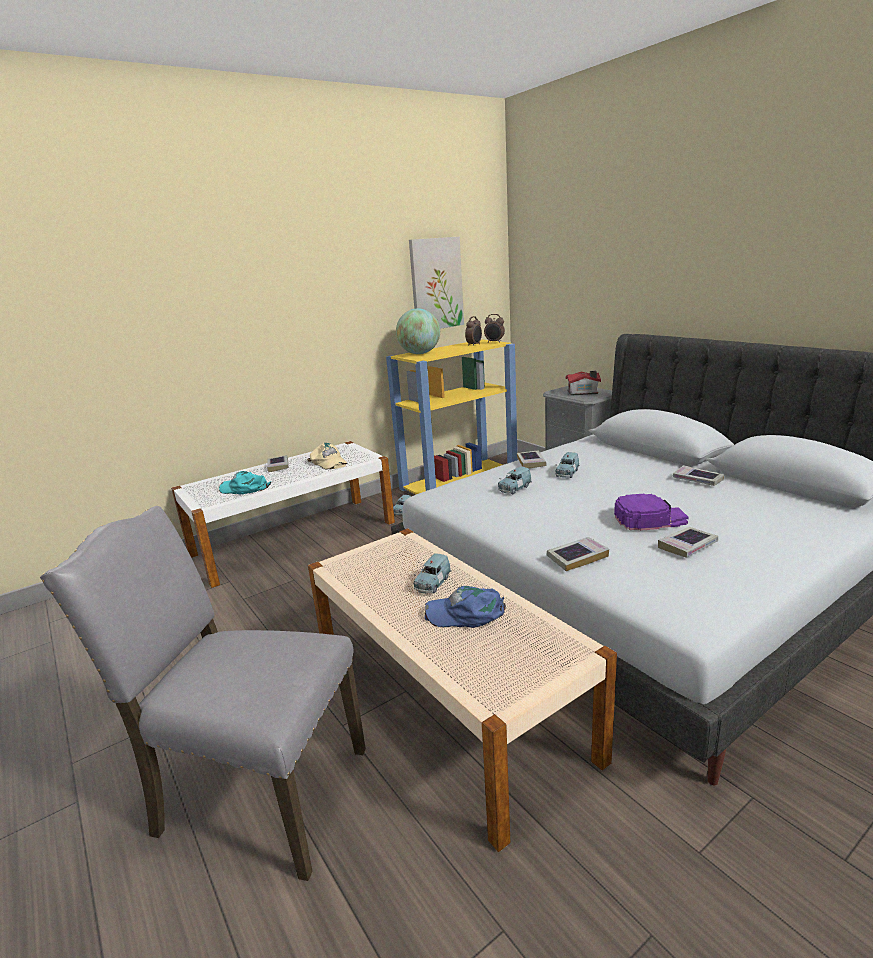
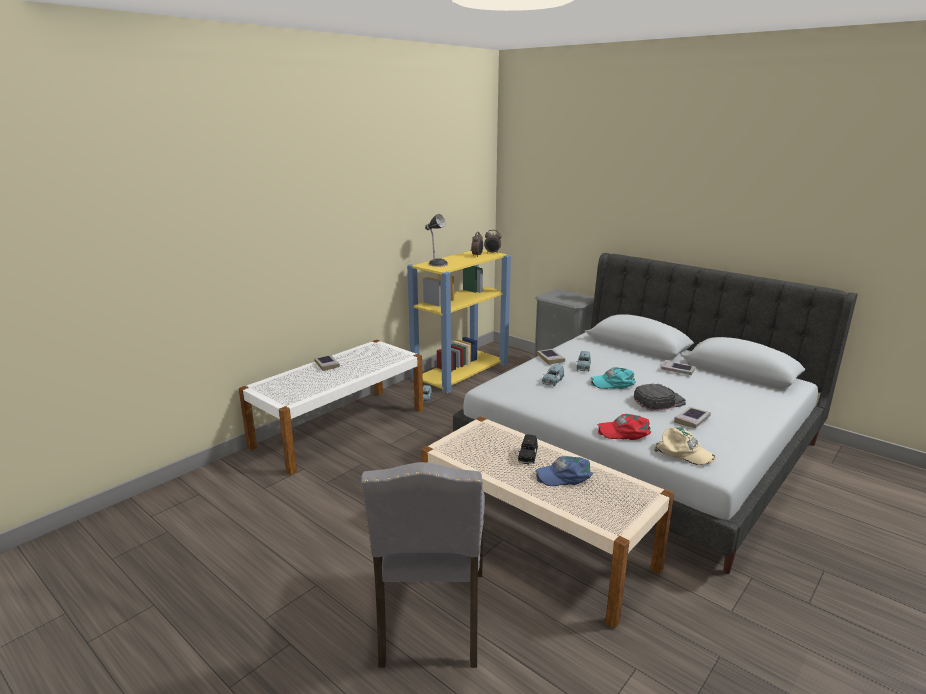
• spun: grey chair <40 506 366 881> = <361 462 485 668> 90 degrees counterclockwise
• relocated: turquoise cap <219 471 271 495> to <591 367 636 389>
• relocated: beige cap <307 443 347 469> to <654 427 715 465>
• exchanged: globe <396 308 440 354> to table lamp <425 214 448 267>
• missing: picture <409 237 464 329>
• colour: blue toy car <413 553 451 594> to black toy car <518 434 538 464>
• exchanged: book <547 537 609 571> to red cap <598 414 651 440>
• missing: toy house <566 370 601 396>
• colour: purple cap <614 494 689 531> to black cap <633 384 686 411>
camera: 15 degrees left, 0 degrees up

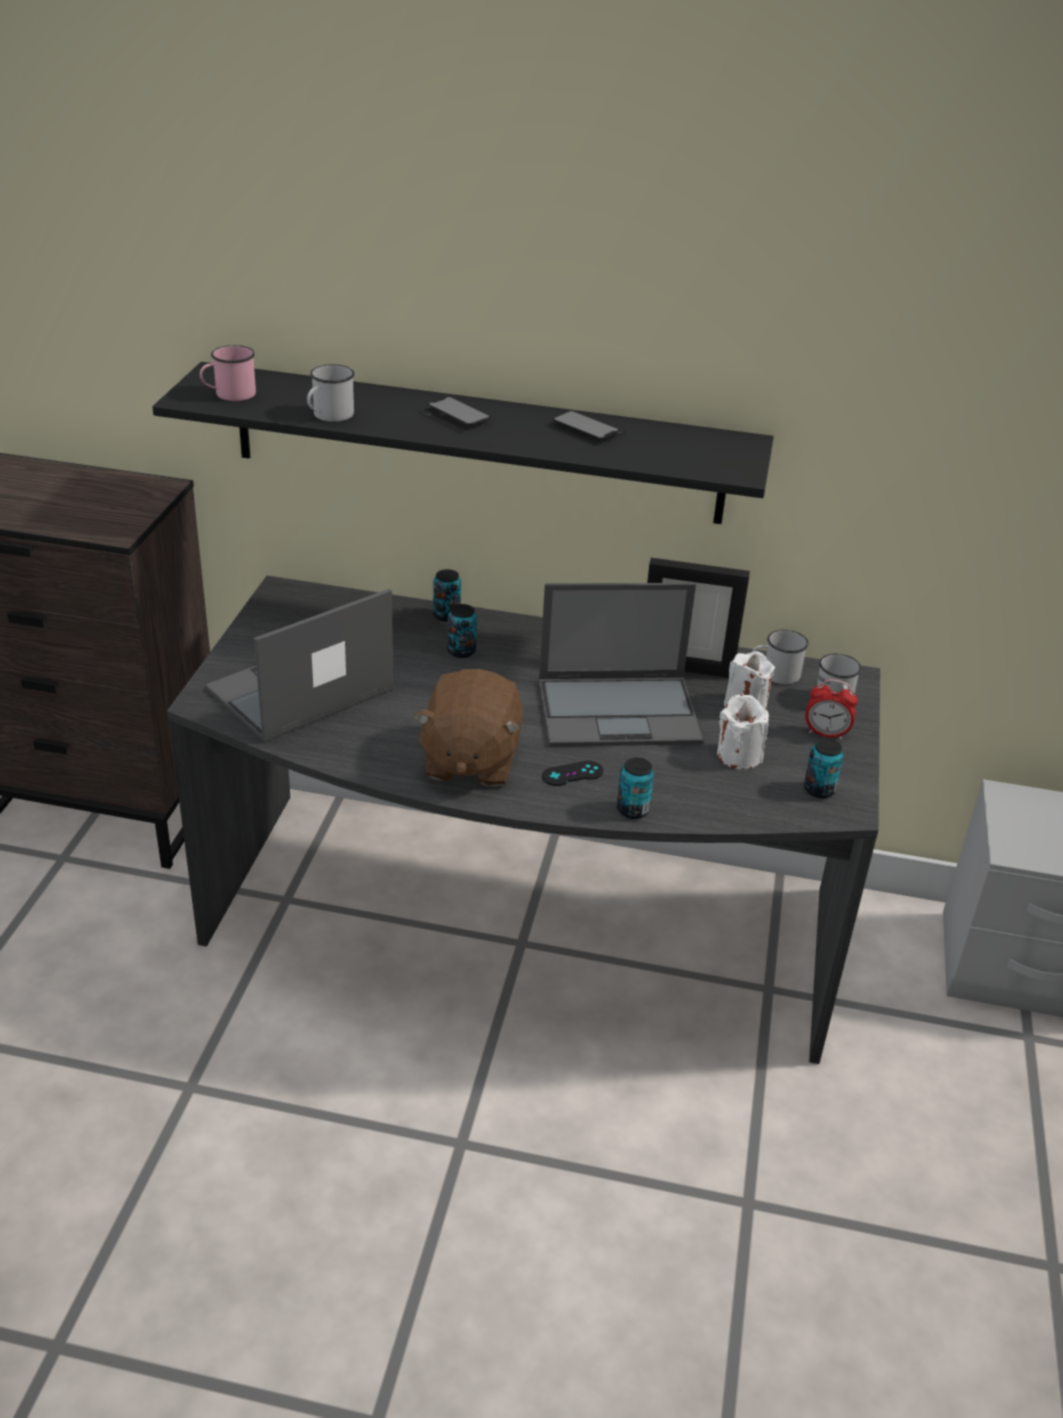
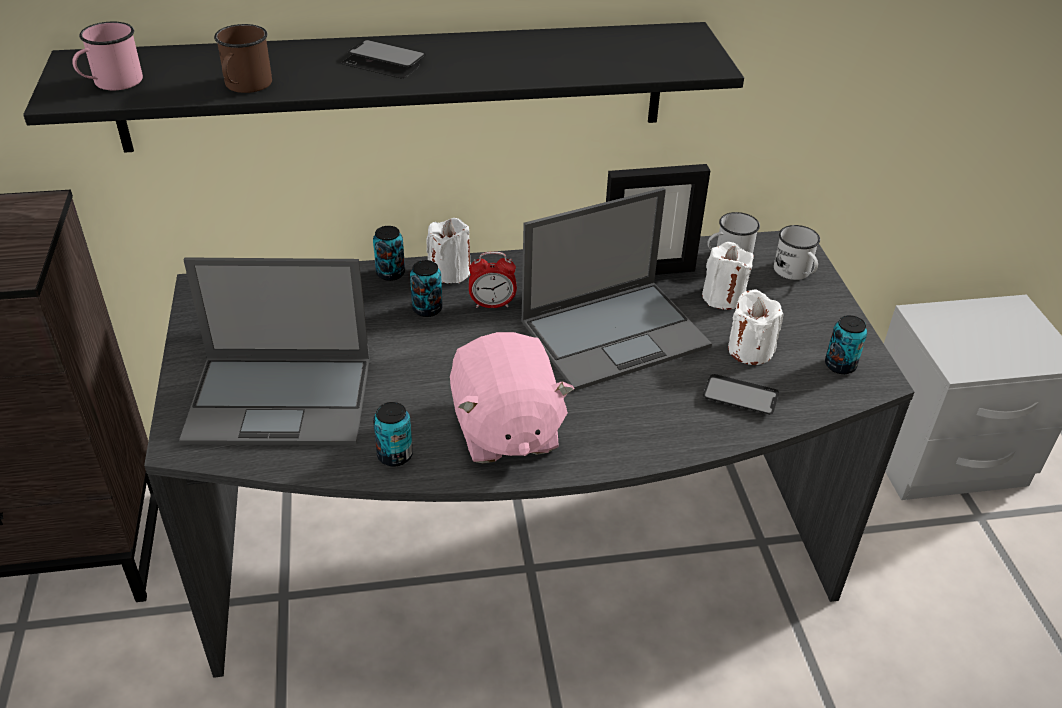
• spun: laptop <205 589 393 742> = <179 257 370 445> 120 degrees counterclockwise
• colour: white mug <307 364 355 422> to brown mug <214 24 272 93>
• colour: brown plush toy <413 669 523 787> to pink plush toy <450 332 575 464>
• missing: black game controller <542 761 603 786>
• relocated: phone <552 411 626 442> to <703 374 779 415>
• relocated: can <617 757 654 819> to <373 402 413 467>
• relocated: alarm clock <805 679 858 740> to <469 252 517 308>
• appeared: white candle <427 218 470 283>
camera: 20 degrees left, 5 degrees up

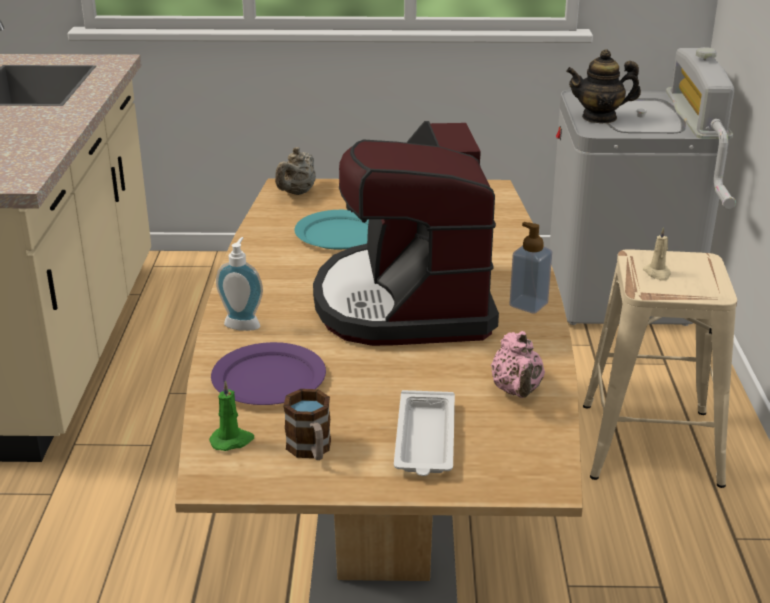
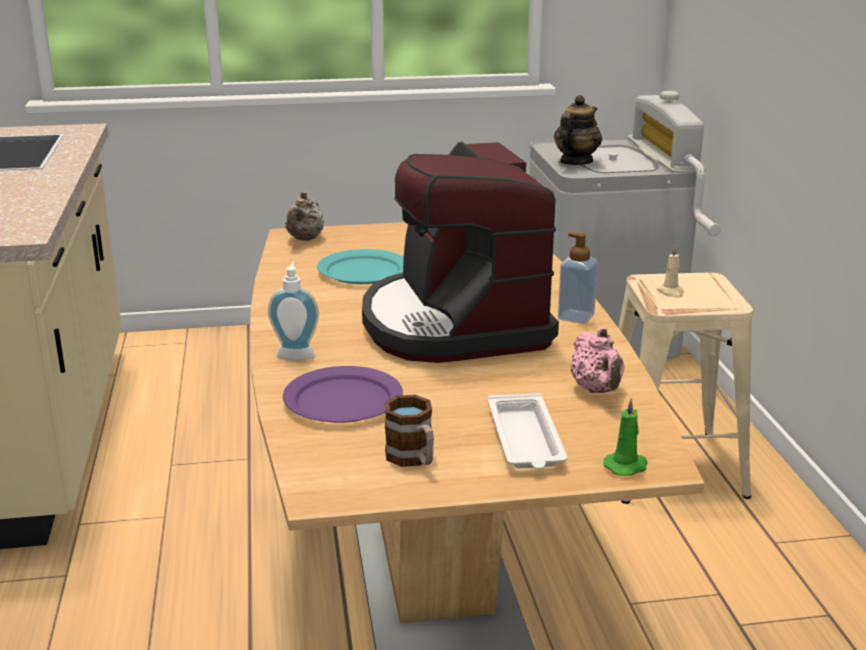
• relocated: green candle <209 380 254 451> to <603 398 648 476>
• spun: teapot <566 49 641 123> = <554 95 602 165> 135 degrees clockwise
camera: 10 degrees left, 5 degrees down

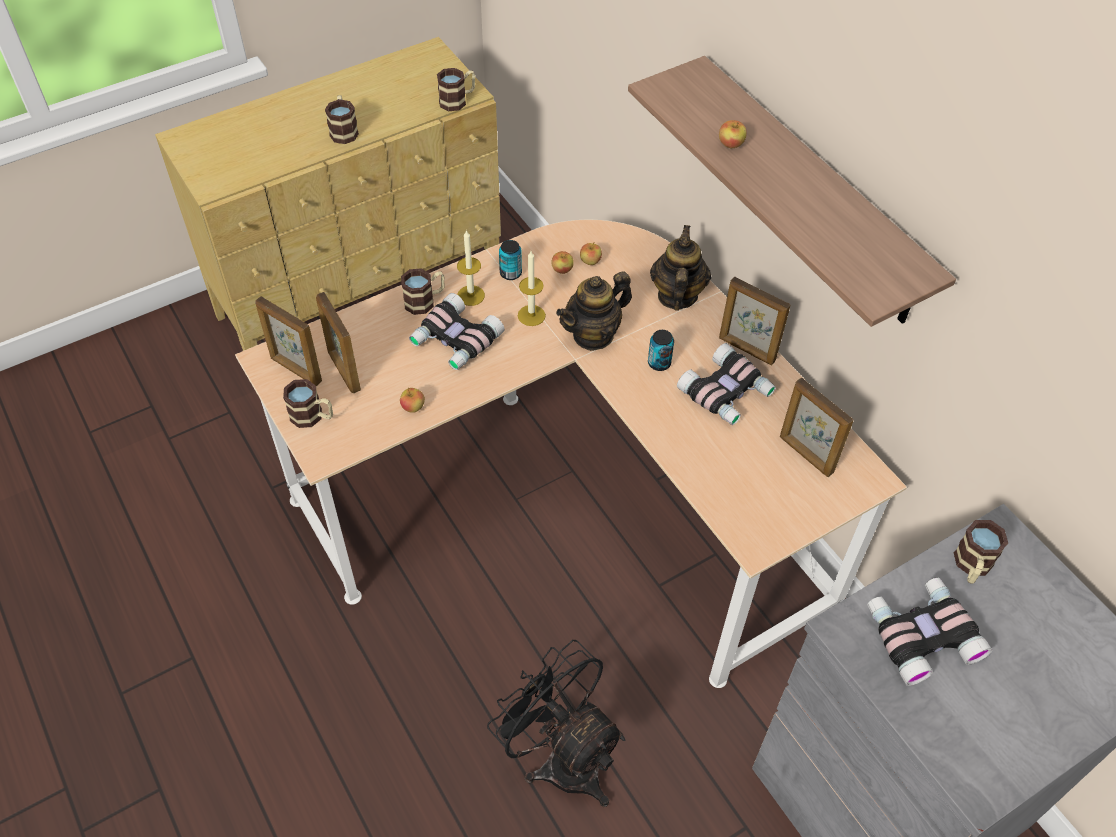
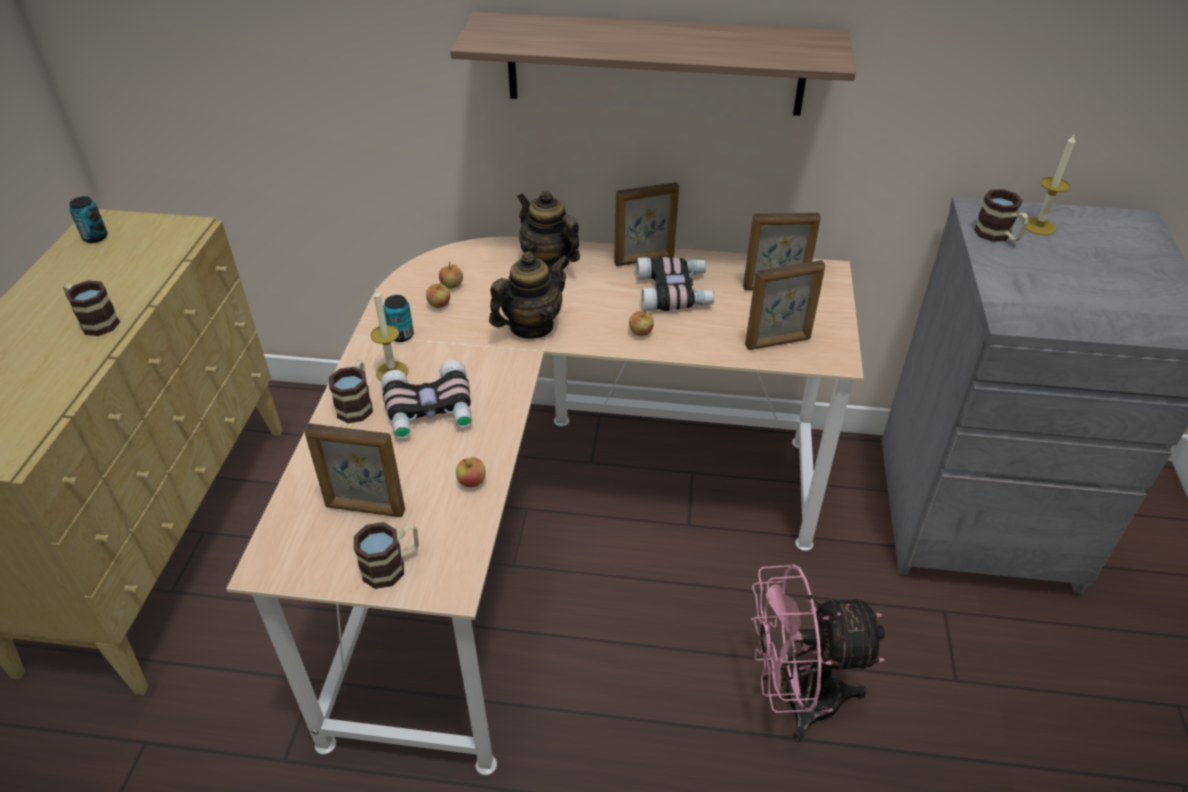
• relocated: picture frame <255 296 322 386> to <745 260 825 350>
• missing: mug <437 68 475 111>
• colour: black fan <487 640 626 807> to pink fan <751 564 885 742>
• relocated: candle <518 251 546 326> to <1023 133 1075 235>
• spun: teapot <556 271 632 351> = <489 252 569 339> 135 degrees counterclockwise
• relocated: can <648 330 674 371> to <69 196 108 243>
• relocated: apple <719 120 747 148> to <629 311 654 336>
• missing: binoculars <867 577 993 686>
camera: 50 degrees left, 10 degrees down

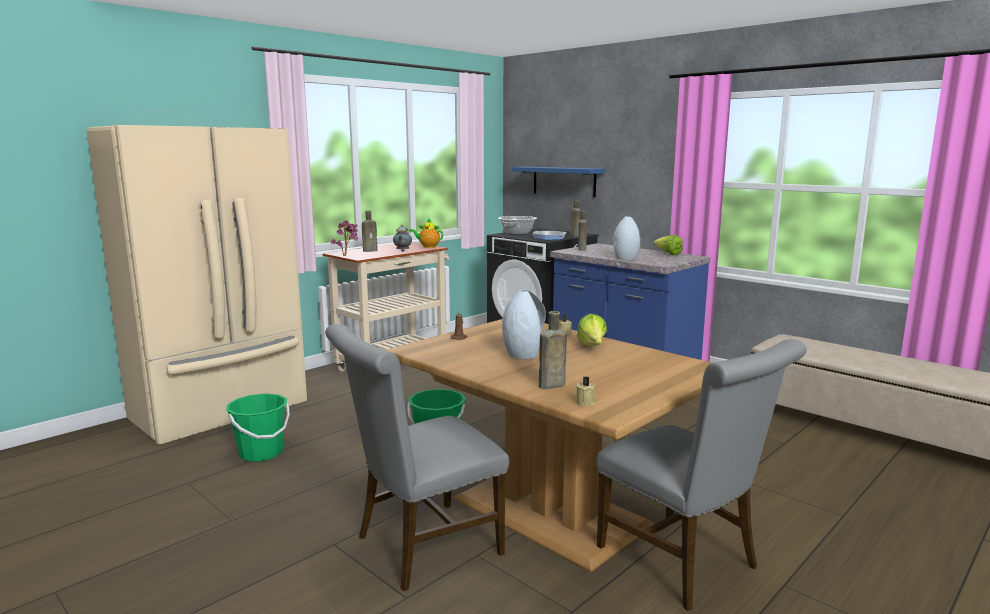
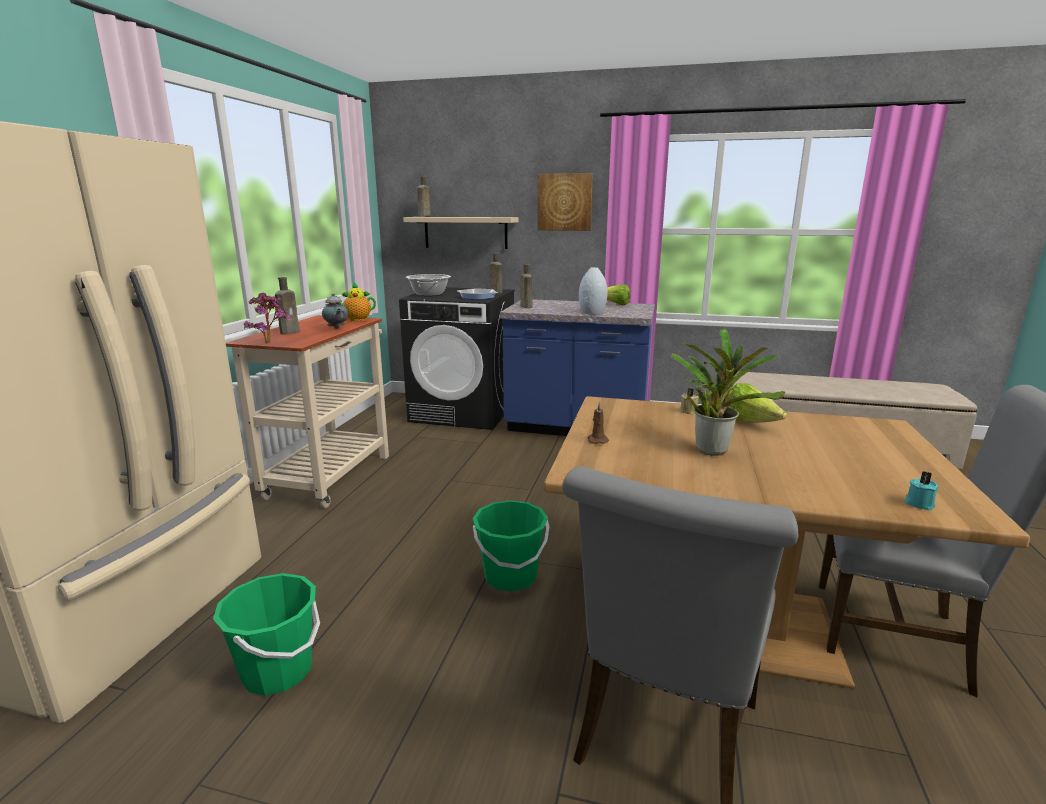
• exchanged: grey vase <502 290 546 359> to potted plant <671 329 785 456>
• colour: blue shelf <512 167 605 197> to beige shelf <403 217 518 249>
• relocated: brown bottle <539 311 567 389> to <417 176 431 217>
• colour: beige candle <576 376 595 406> to turquoise candle <904 471 939 510>
• appeared: picture <538 173 593 231>
camera: 30 degrees left, 5 degrees up

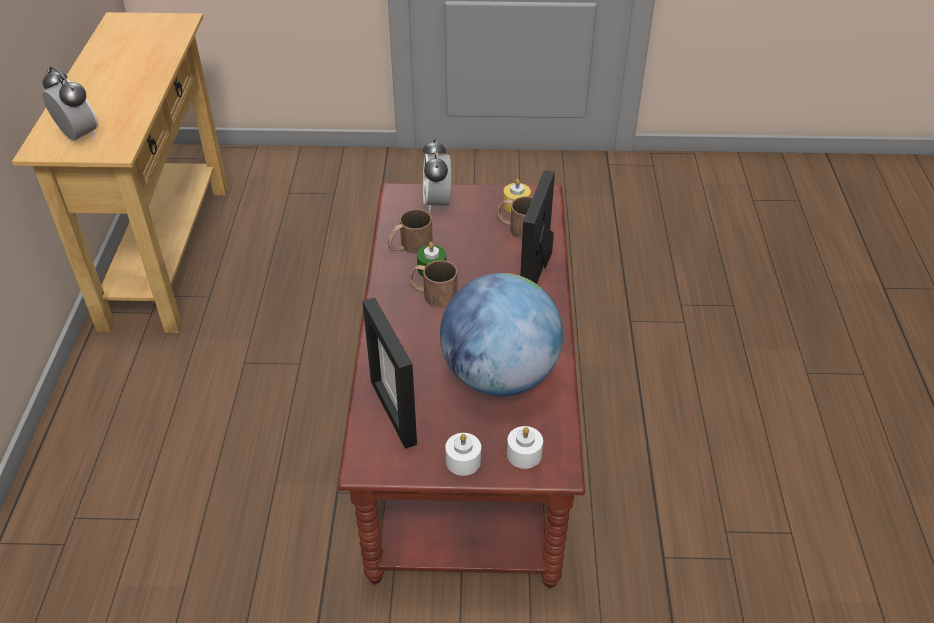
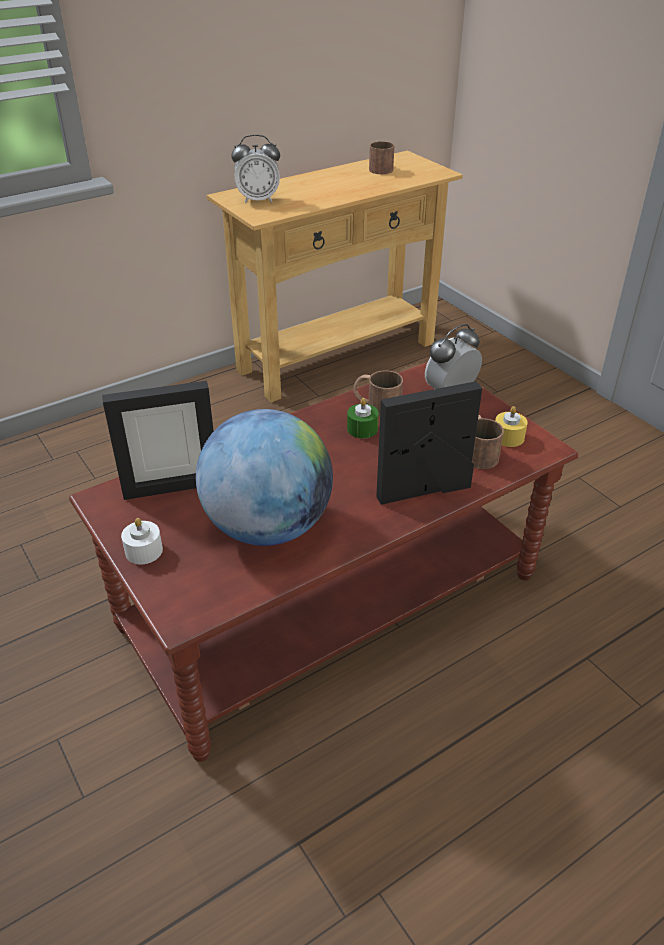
• spun: alarm clock <42 67 98 140> = <231 134 280 203> 75 degrees clockwise
• spun: picture frame <362 297 417 449> = <102 381 214 500> 135 degrees counterclockwise
• relocated: brown mug <409 260 458 308> to <369 140 394 174>
• missing: white candle <507 426 543 469>
camera: 55 degrees right, 5 degrees down

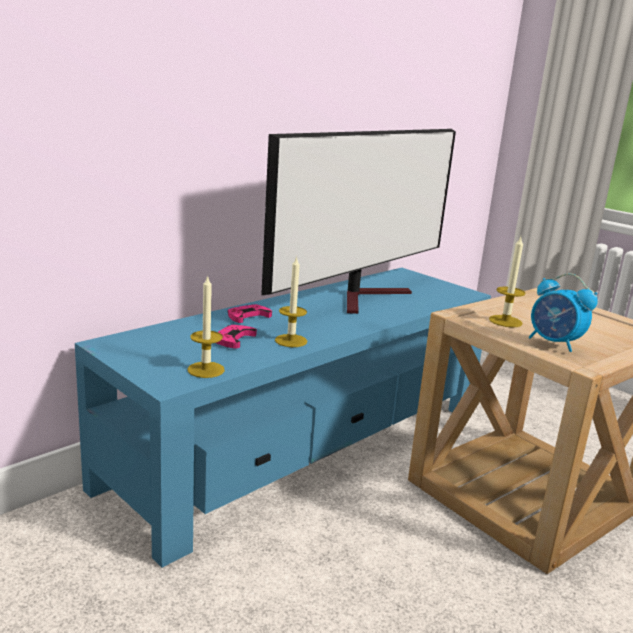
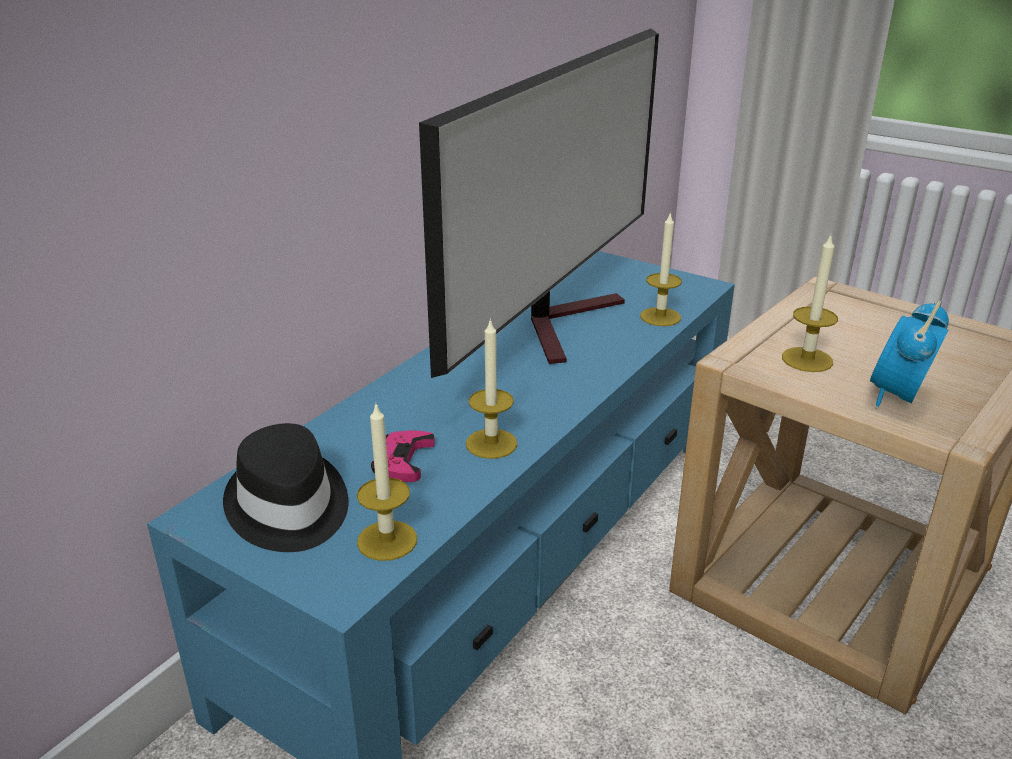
• missing: pink game controller <228 304 272 323>
• spun: alarm clock <529 273 598 352> = <870 301 949 407> 90 degrees clockwise
• appeared: black hat <223 423 348 552>
• appeared: candle <640 212 682 326>
camera: 10 degrees left, 10 degrees up

